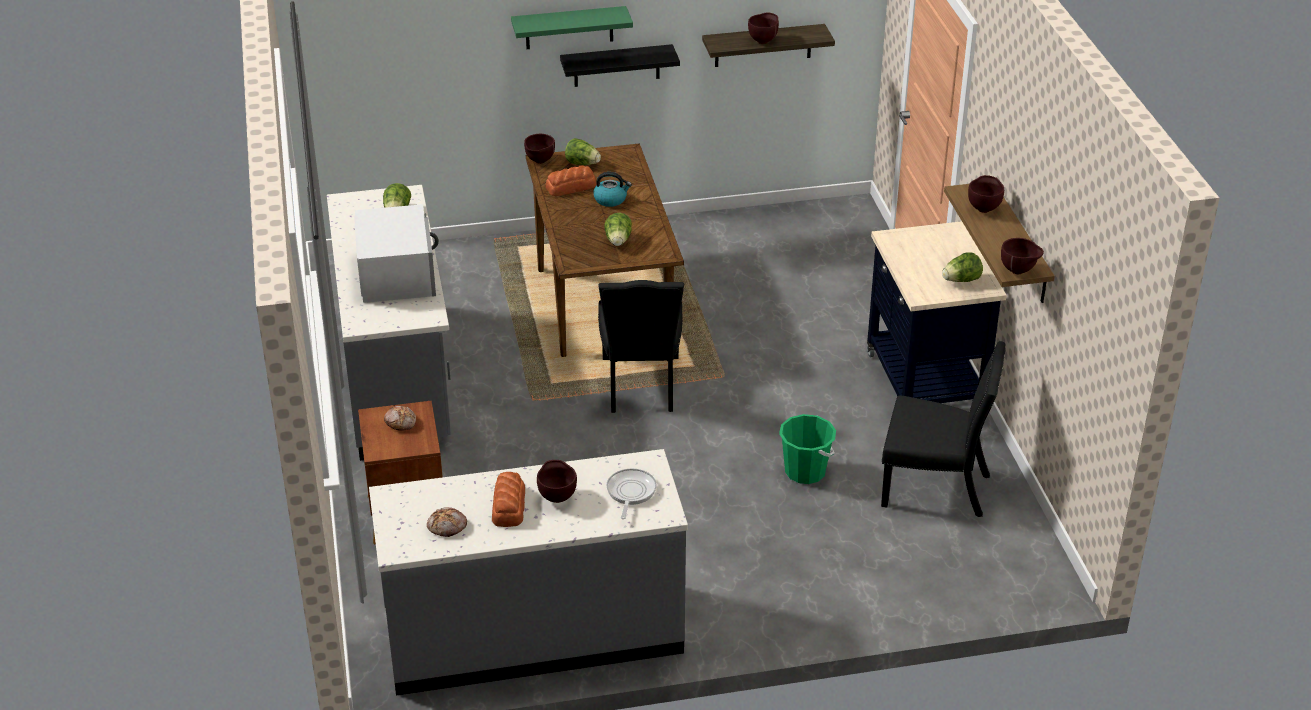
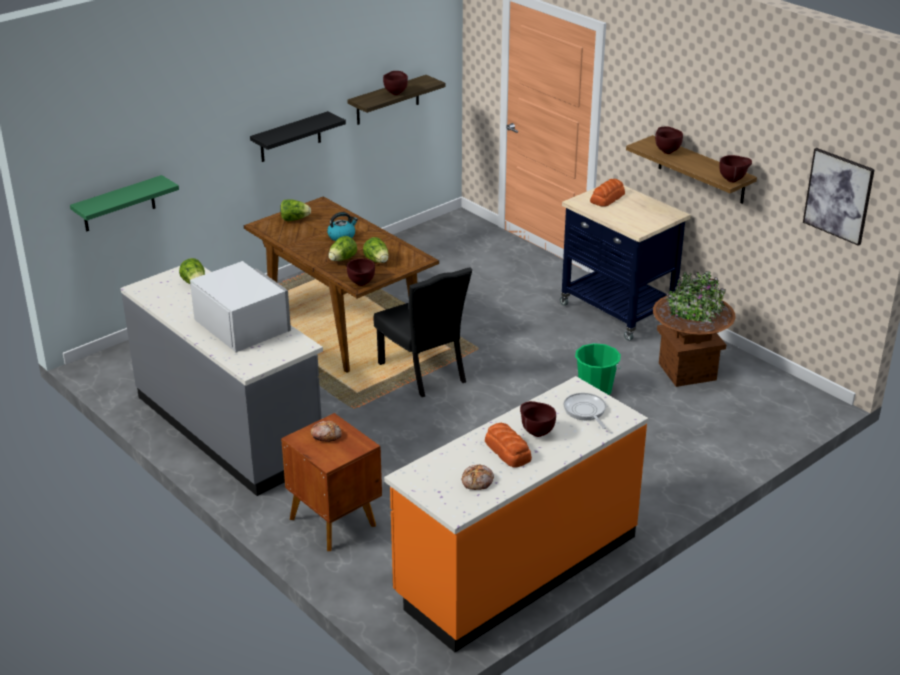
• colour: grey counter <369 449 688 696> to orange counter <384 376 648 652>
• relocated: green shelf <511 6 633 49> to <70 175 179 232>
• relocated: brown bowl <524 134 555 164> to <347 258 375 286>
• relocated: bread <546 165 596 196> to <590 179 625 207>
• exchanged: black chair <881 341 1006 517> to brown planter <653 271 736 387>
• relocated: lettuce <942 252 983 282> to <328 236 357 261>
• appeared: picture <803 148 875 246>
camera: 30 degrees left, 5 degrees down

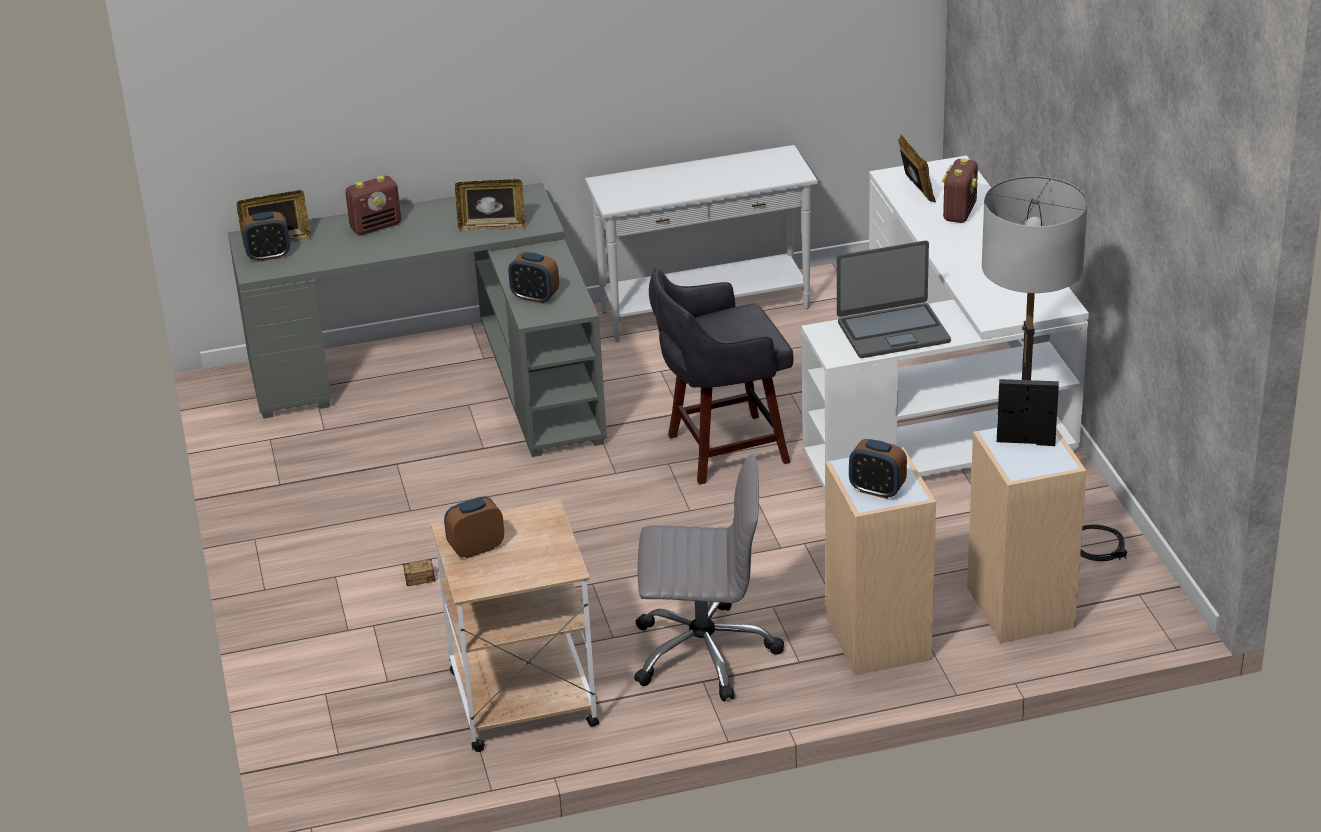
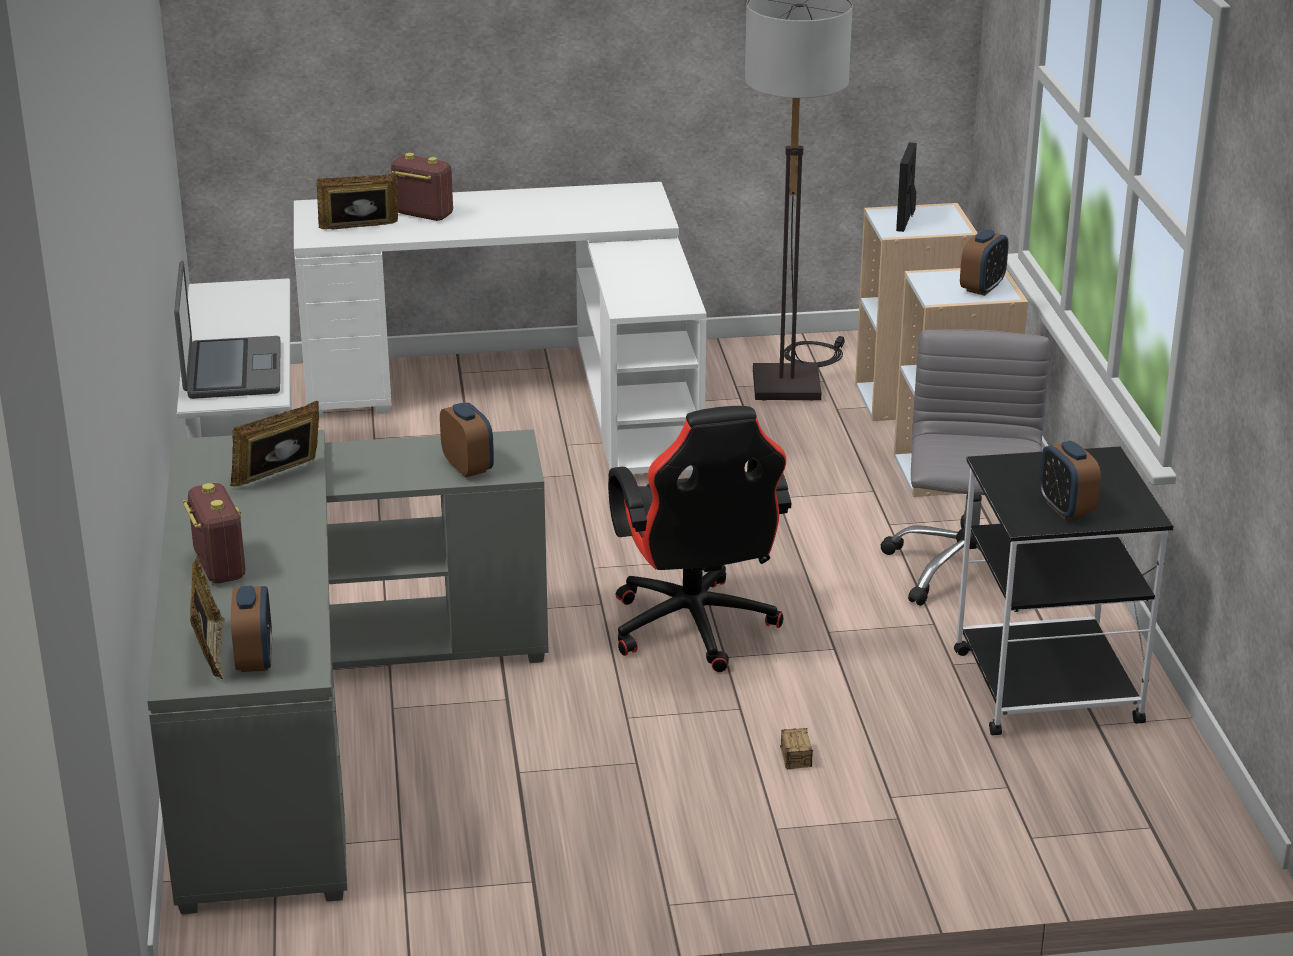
• colour: beige cart <431 500 599 752> to black cart <954 446 1174 735>
• spun: picture frame <455 179 526 231> = <230 401 319 487> 135 degrees counterclockwise
• spun: alarm clock <508 252 559 304> = <440 403 494 478> 60 degrees counterclockwise
• missing: grey stool <649 268 793 485>
• relocated: laptop <837 240 951 358> to <174 260 281 399>
• appeared: black office chair <608 406 791 672>
camera: 85 degrees left, 5 degrees down

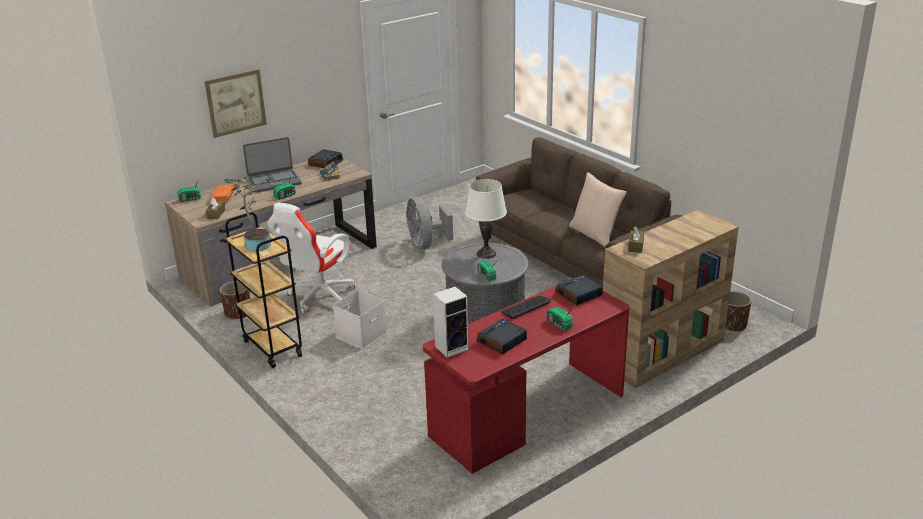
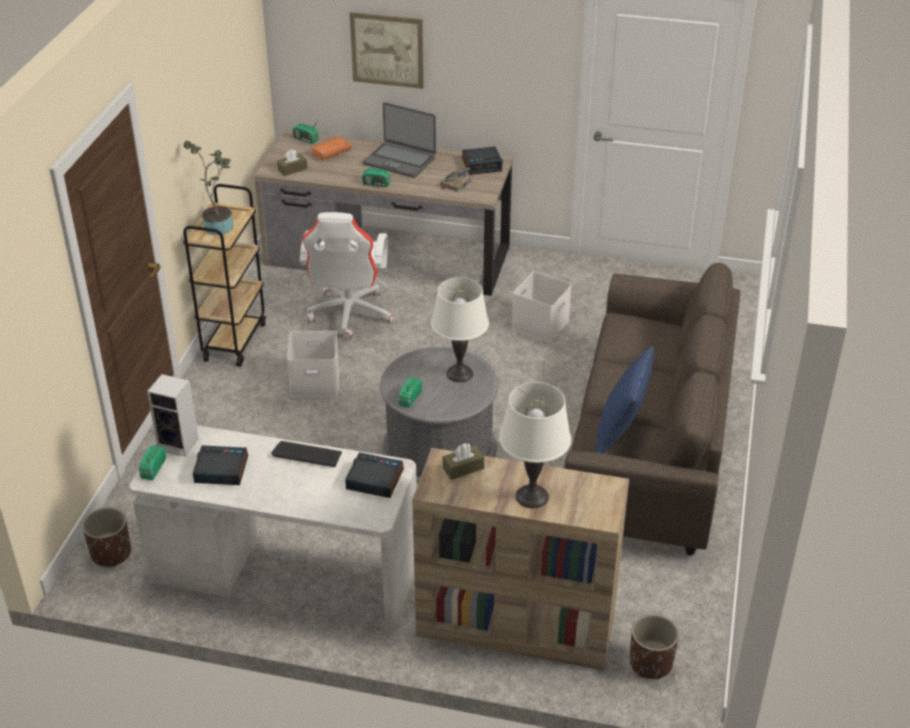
• relocated: brown planter <220 281 250 320> to <82 507 131 568>
• spun: white office chair <267 203 356 313> = <300 212 394 340> 75 degrees counterclockwise
• exchanged: grey fan <406 197 453 249> to white storage box <512 272 572 342>
• colour: red desk <423 286 630 474> to white desk <129 425 417 632>
• relocated: radio <547 307 574 331> to <139 445 166 480>
• colour: beige pillow <569 172 627 247> to blue pillow <595 346 654 454>
• appeared: white table lamp <499 382 571 508>
camera: 50 degrees right, 10 degrees up

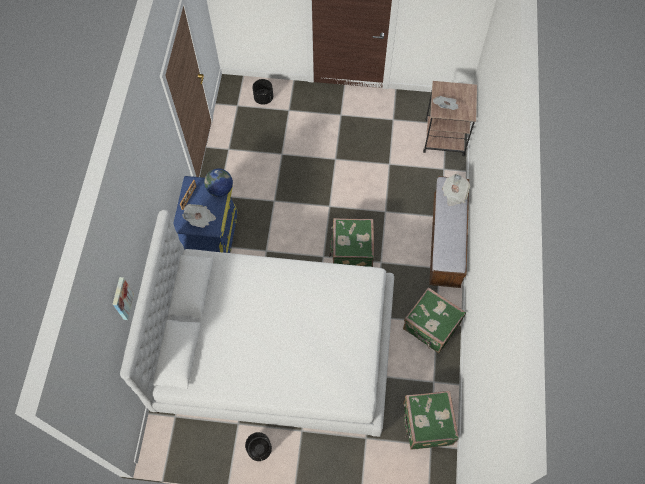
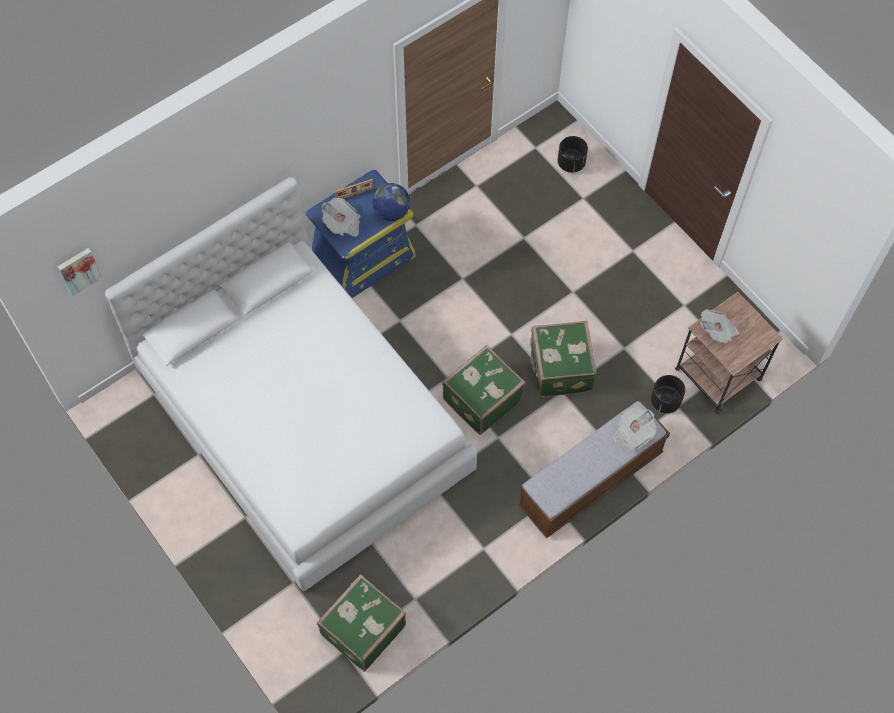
• relocated: picture <113 277 134 320> to <57 248 102 296>
• relocated: black planter <245 432 272 461> to <651 375 686 413>
• relocated: green suitcase <403 287 466 353> to <530 321 597 397>
camera: 45 degrees right, 0 degrees up

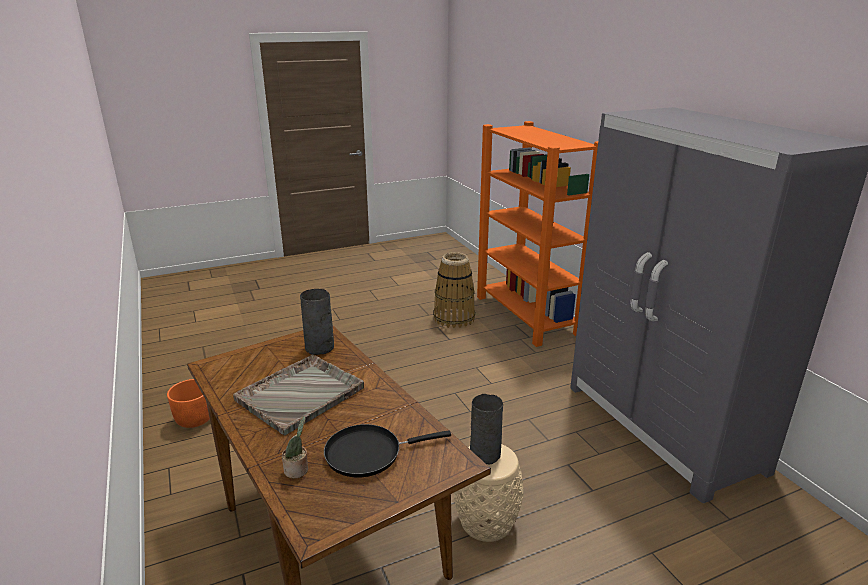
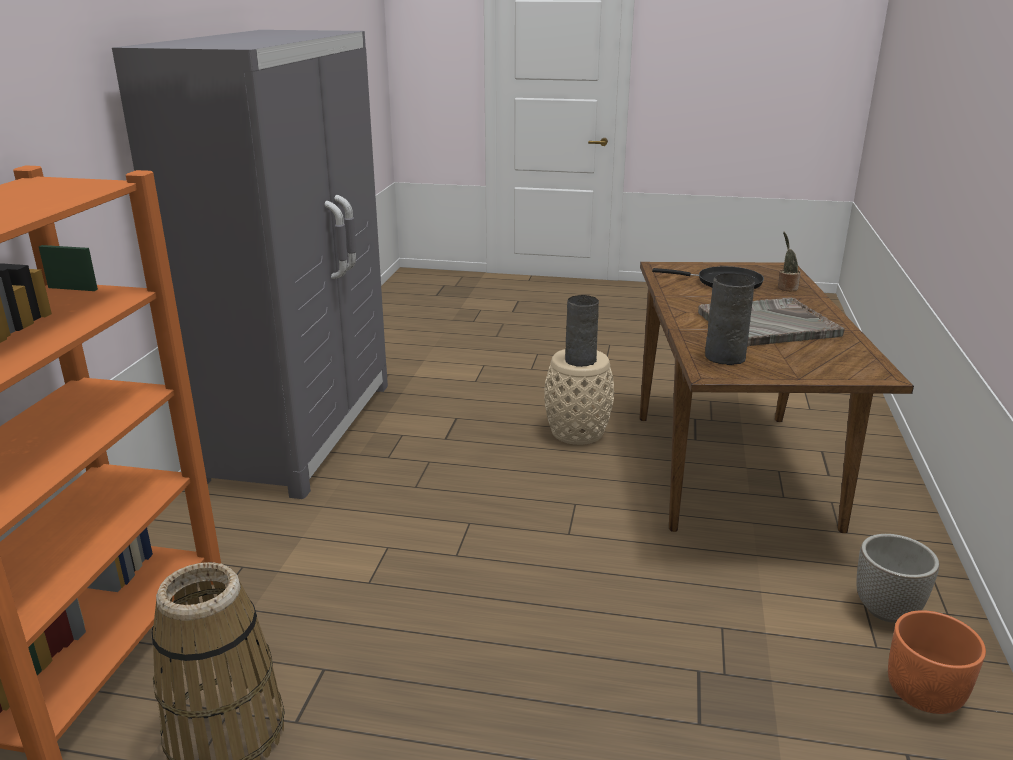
• appeared: planter <857 534 939 623>
camera: 145 degrees left, 0 degrees up

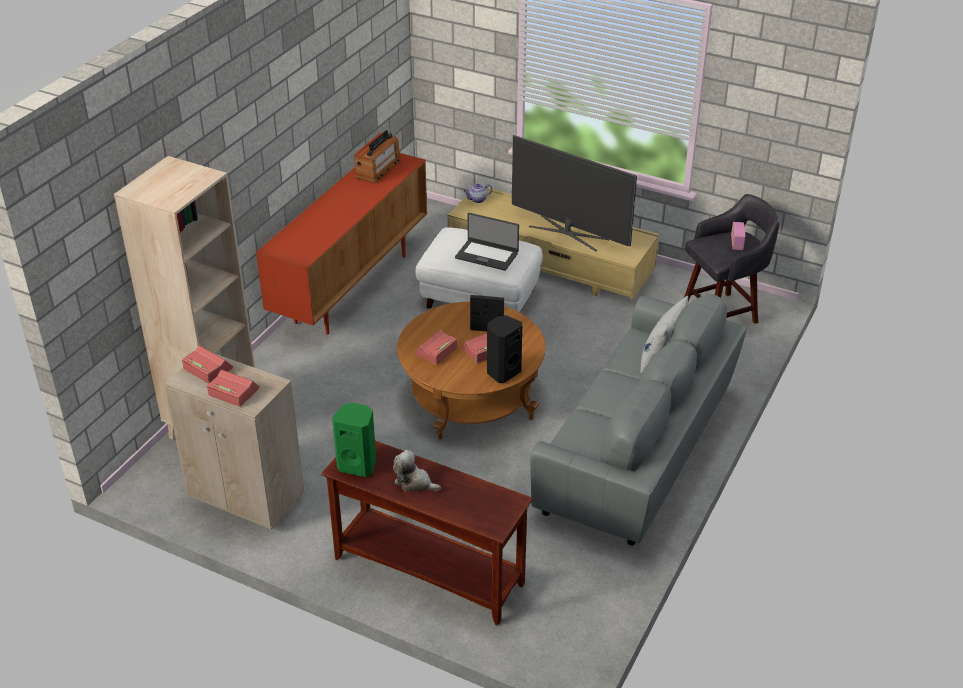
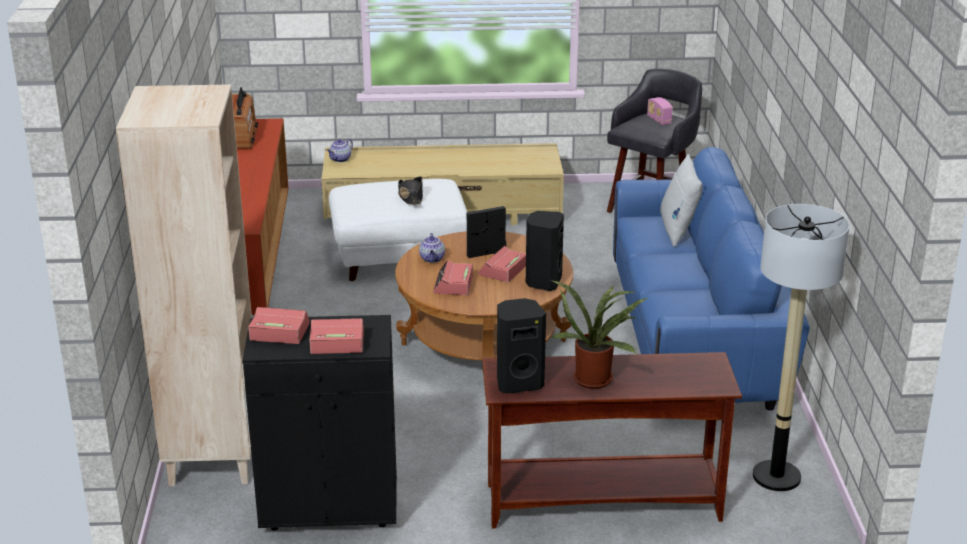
• colour: beige cabinet <164 354 305 529> to black cabinet <242 315 397 531>
• colour: green speaker <332 403 376 477> to black speaker <497 298 546 394>
• exchanged: plush toy <393 450 441 491> to potted plant <550 280 647 389>
• exchanged: laptop <455 213 519 271> to black hat <398 177 423 205>
• missing: television <512 135 637 251>
• colour: grey sofa <530 294 747 546> to blue sofa <613 147 809 411>
• appeared: teapot <419 233 445 263>
• appeared: floor lamp <753 204 850 491>
camera: 30 degrees left, 10 degrees down

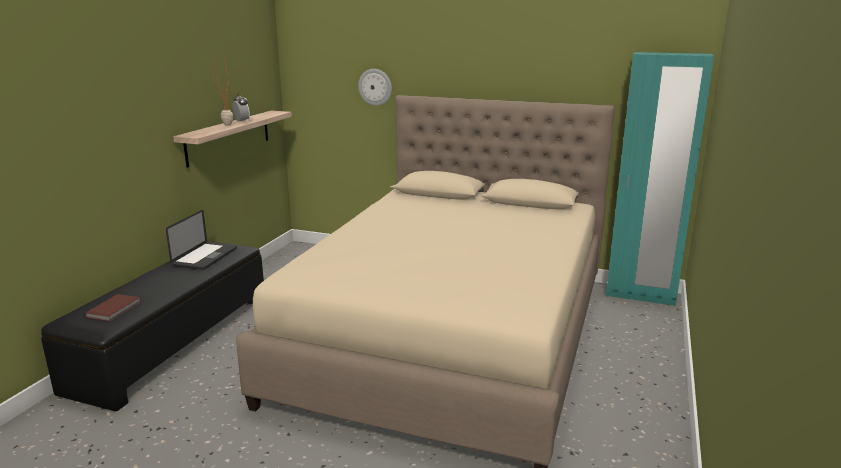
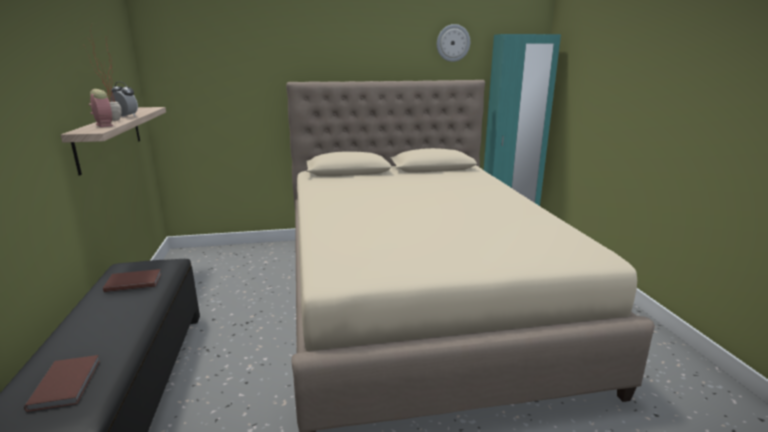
• exchanged: laptop <166 210 237 270> to brown book <103 269 161 292>
• relocated: wall clock <358 69 392 106> to <437 24 470 62>
• appeared: alarm clock <89 89 113 127>
camera: 30 degrees left, 0 degrees up

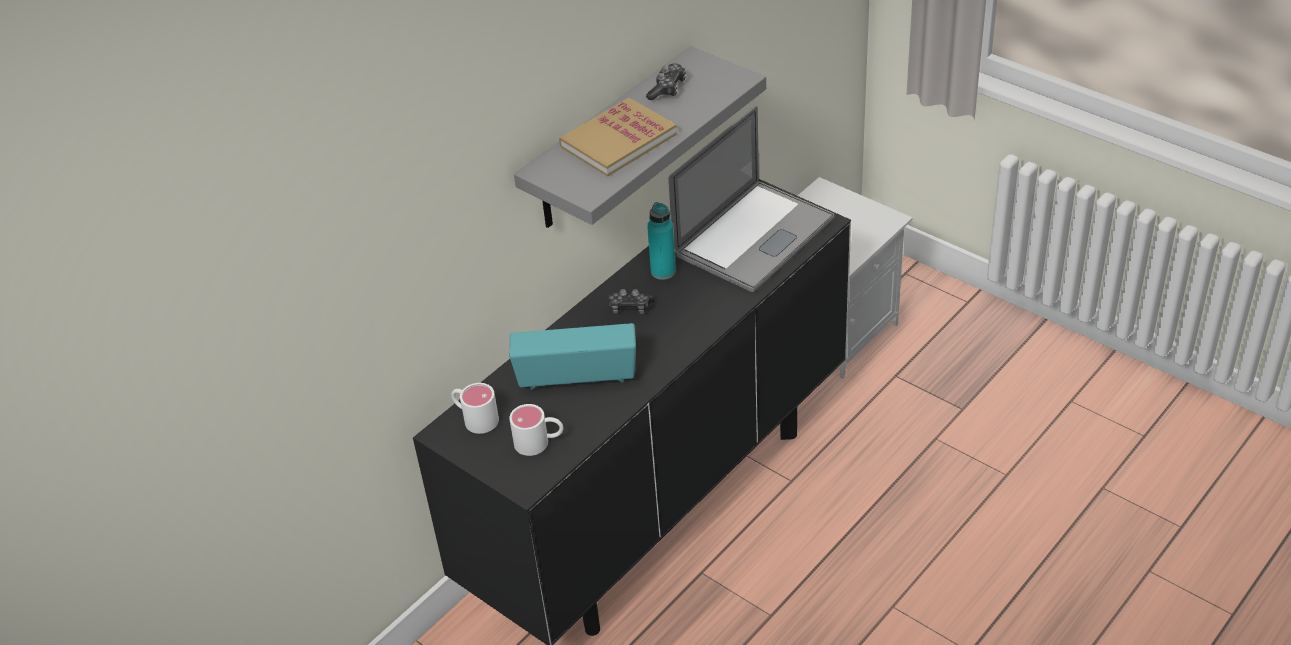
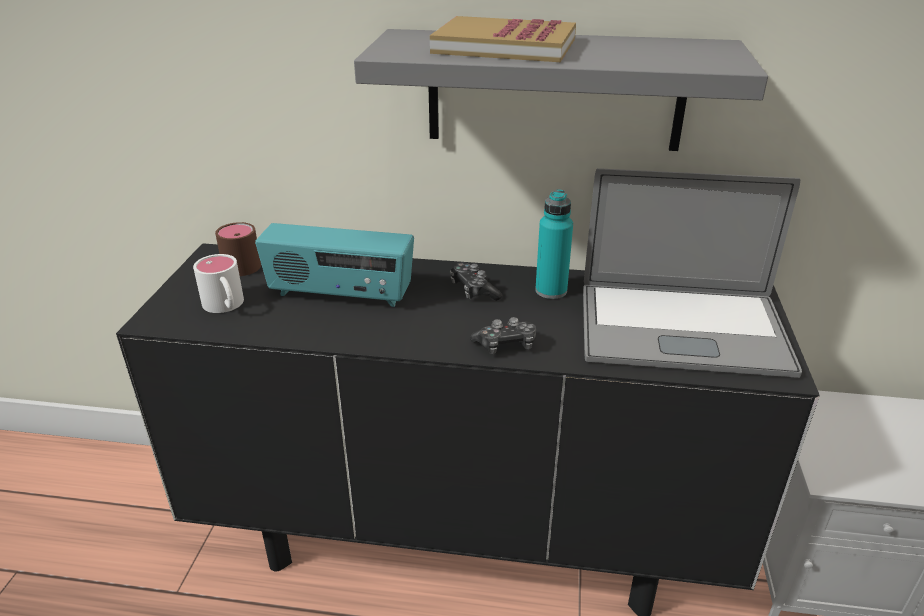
• colour: white mug <451 383 499 434> to brown mug <215 222 261 276>
• spun: radio <509 323 636 390> = <255 223 414 307> 135 degrees clockwise
• relocated: game controller <646 63 686 100> to <470 317 536 354>
camera: 55 degrees right, 10 degrees down

